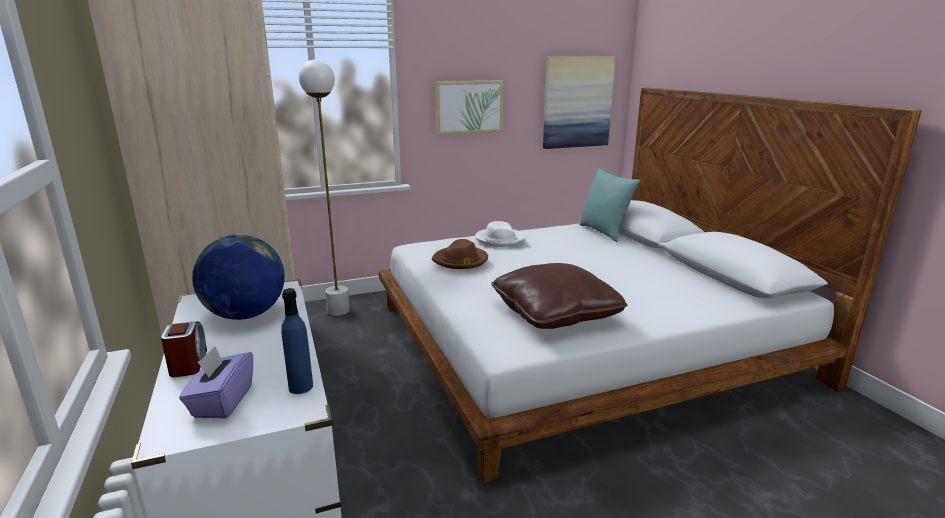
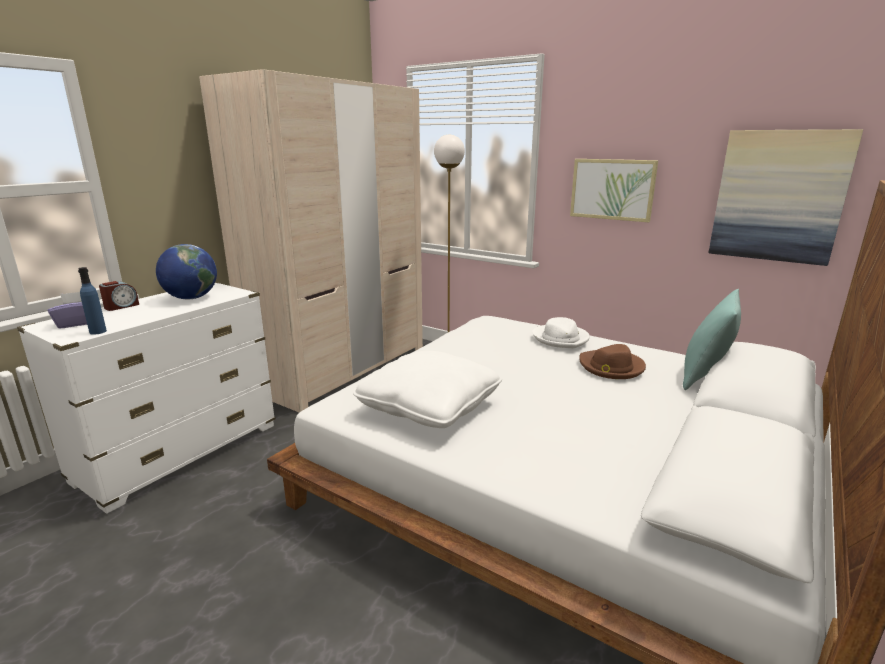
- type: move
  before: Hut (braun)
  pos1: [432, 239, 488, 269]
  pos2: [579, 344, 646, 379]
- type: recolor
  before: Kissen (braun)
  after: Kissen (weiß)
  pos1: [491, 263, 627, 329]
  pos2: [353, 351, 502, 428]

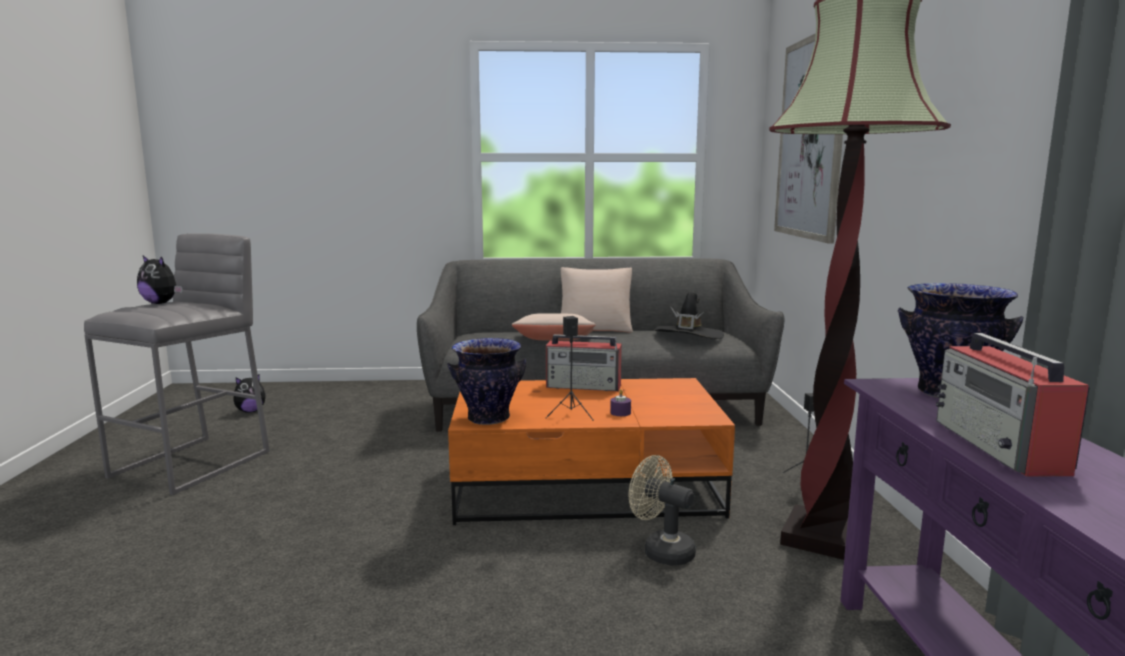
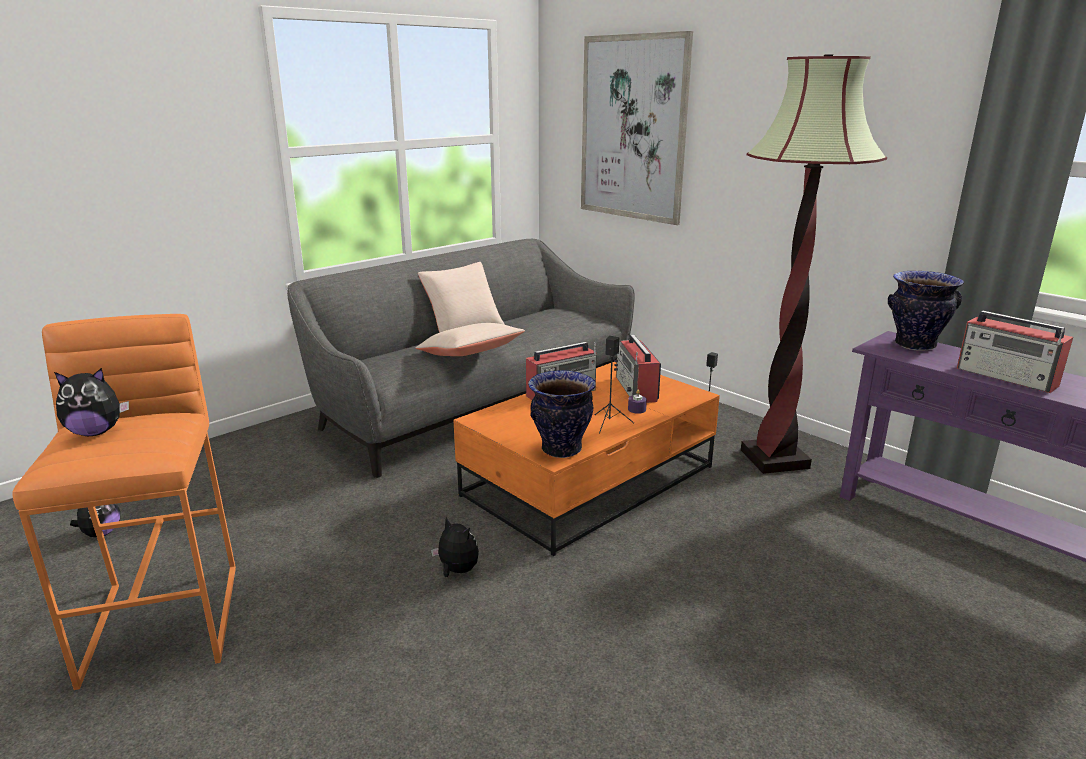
- type: delete
  before: Ventilator (beige)
  pos1: [629, 455, 696, 566]
- type: delete
  before: Hut (schwarz)
  pos1: [655, 291, 724, 339]
- type: insert
  after: Plüschtier
  pos2: [431, 517, 479, 577]
- type: insert
  after: Radio
  pos2: [614, 334, 661, 403]
- type: recolor
  before: Hocker (grau)
  after: Hocker (orange)
  pos1: [84, 233, 270, 495]
  pos2: [12, 314, 236, 690]

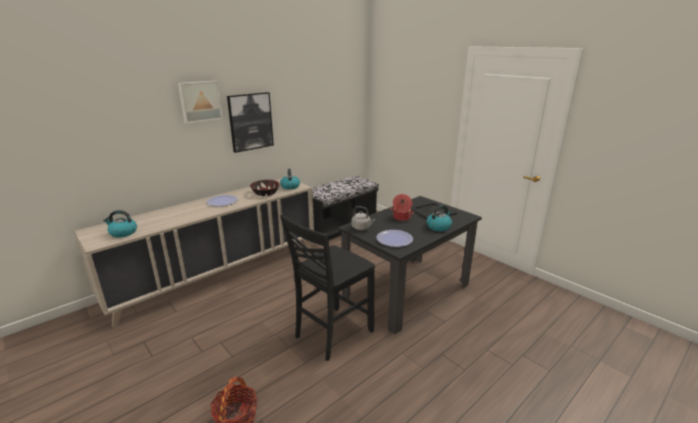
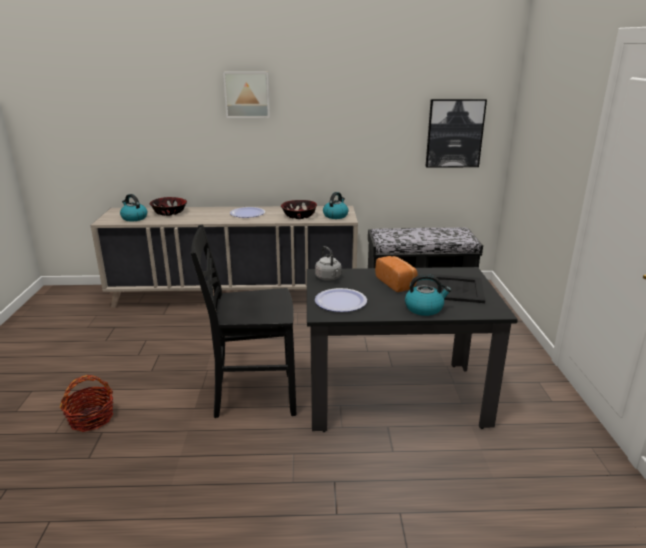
- type: insert
  after: Schüssel
  pos2: [149, 197, 187, 216]
- type: move
  before: Bild
  pos1: [227, 92, 274, 153]
  pos2: [425, 99, 487, 168]
- type: replace
  before: Kochtopf
  after: Brot
  pos1: [391, 194, 414, 221]
  pos2: [375, 256, 418, 292]

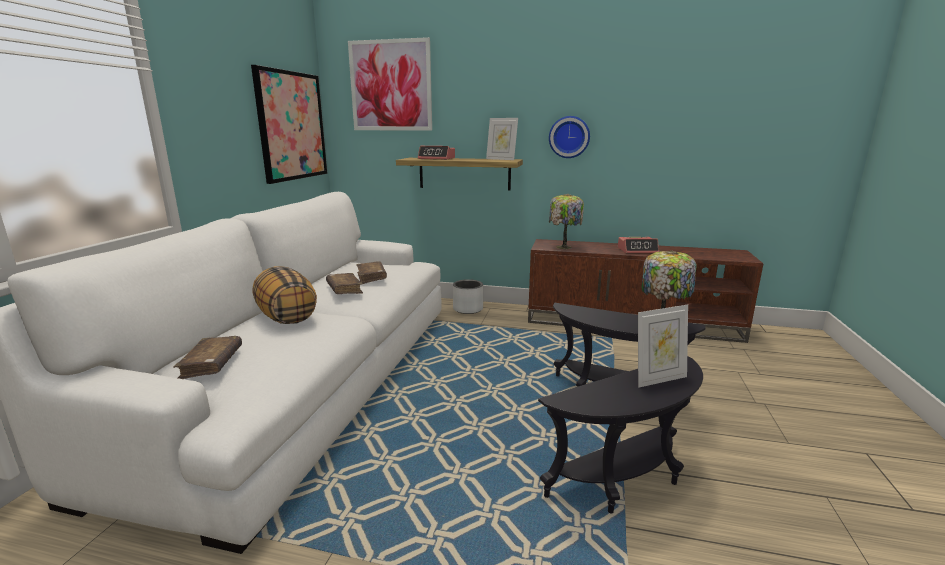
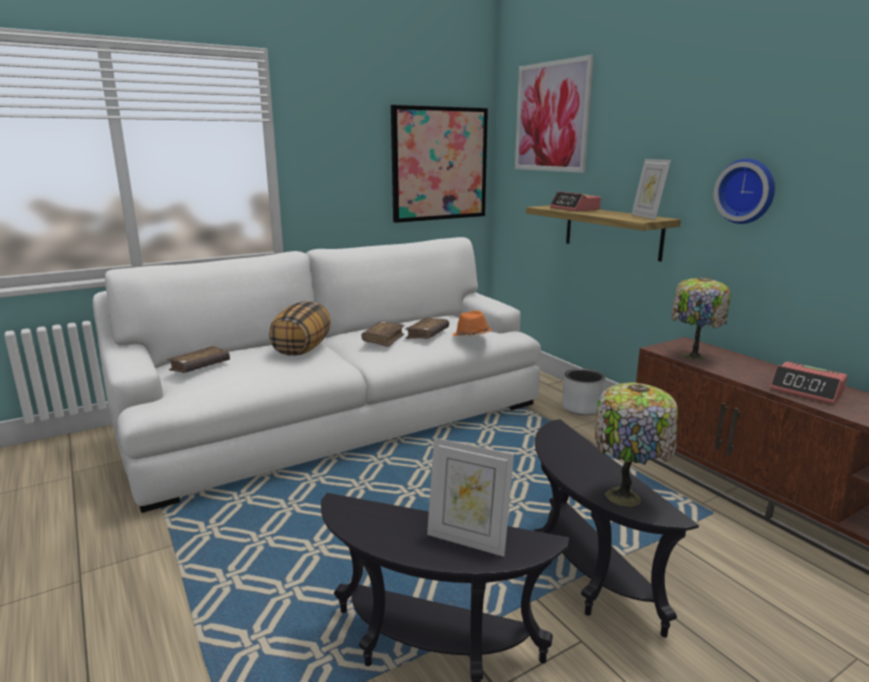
- type: insert
  after: Hut (orange)
  pos2: [452, 311, 492, 336]

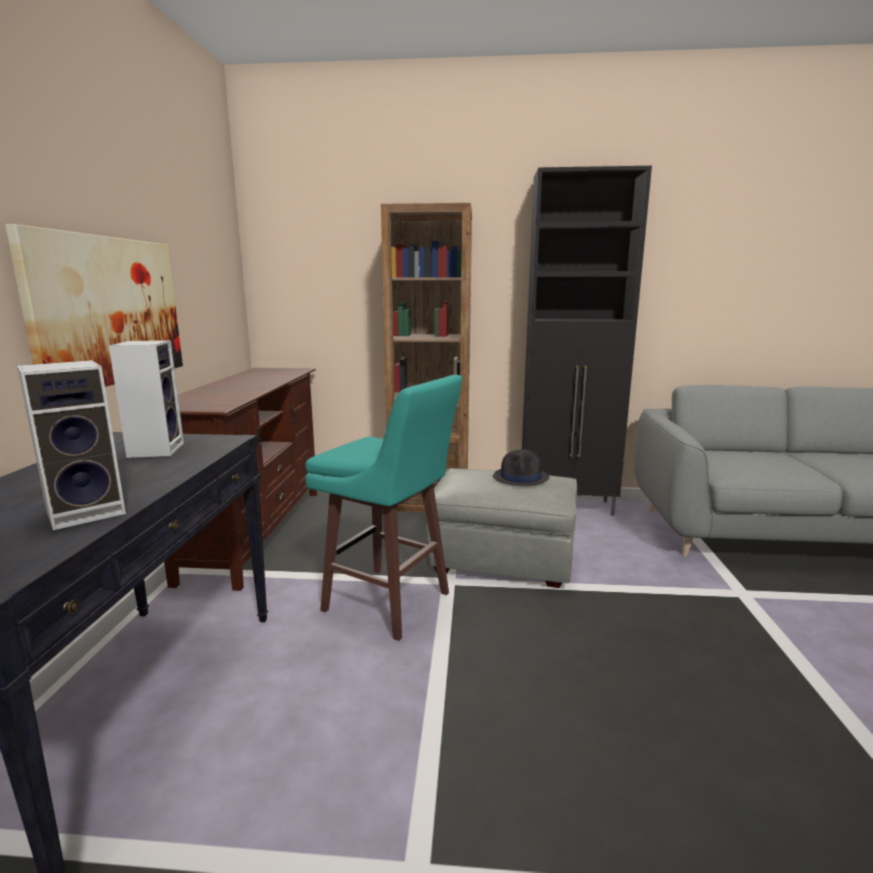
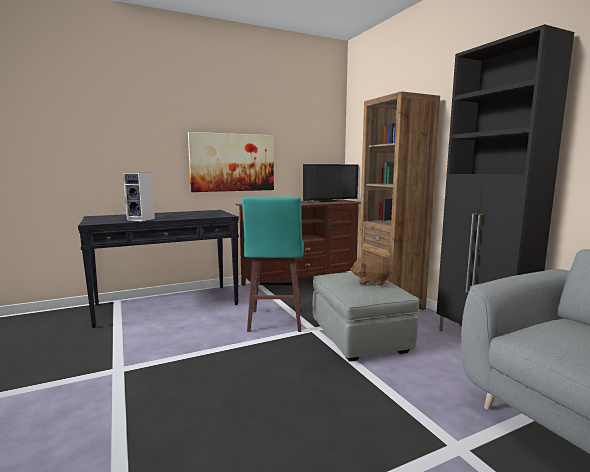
- type: delete
  before: Lautsprecher
  pos1: [109, 340, 184, 458]
- type: insert
  after: Fernseher
  pos2: [303, 164, 359, 202]
- type: replace
  before: Hut (schwarz)
  after: Plüschtier (braun)
  pos1: [493, 449, 550, 486]
  pos2: [350, 256, 391, 286]

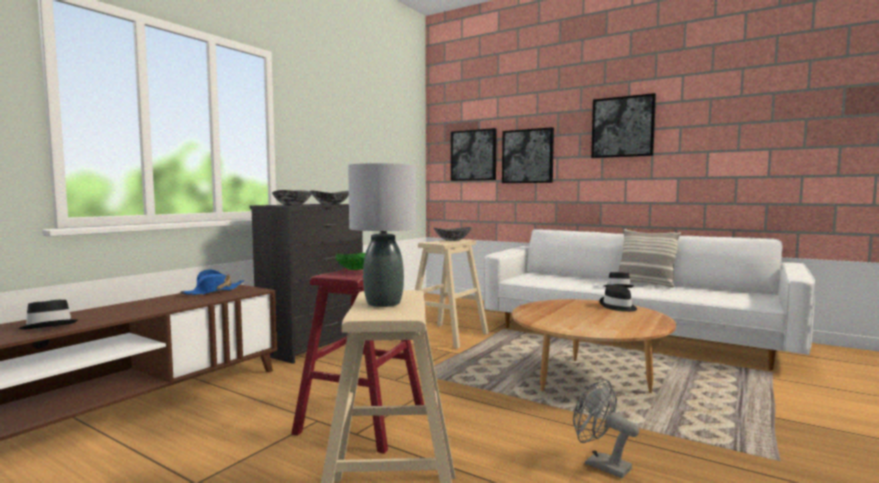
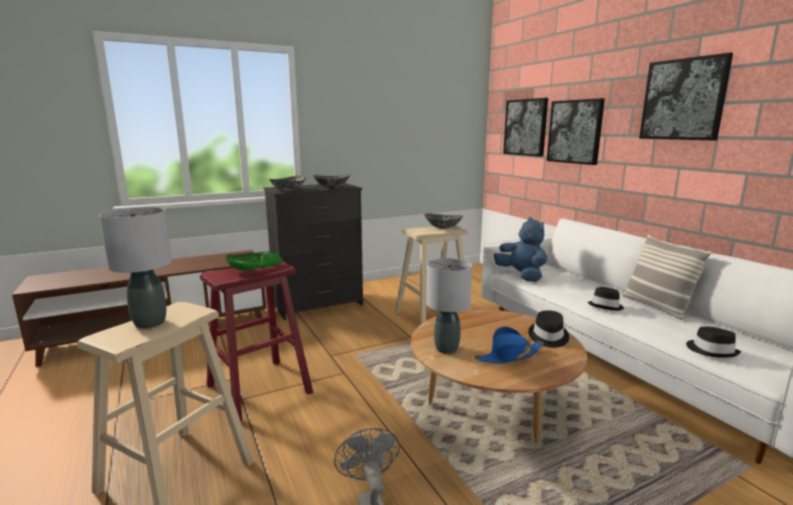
- type: insert
  after: Tischlampe (grau)
  pos2: [426, 258, 472, 354]
- type: insert
  after: Plüschtier (blau)
  pos2: [494, 217, 547, 282]
- type: move
  before: Hut (schwarz)
  pos1: [18, 300, 78, 330]
  pos2: [686, 327, 741, 358]
- type: move
  before: Hut (blau)
  pos1: [180, 269, 244, 295]
  pos2: [475, 326, 544, 364]

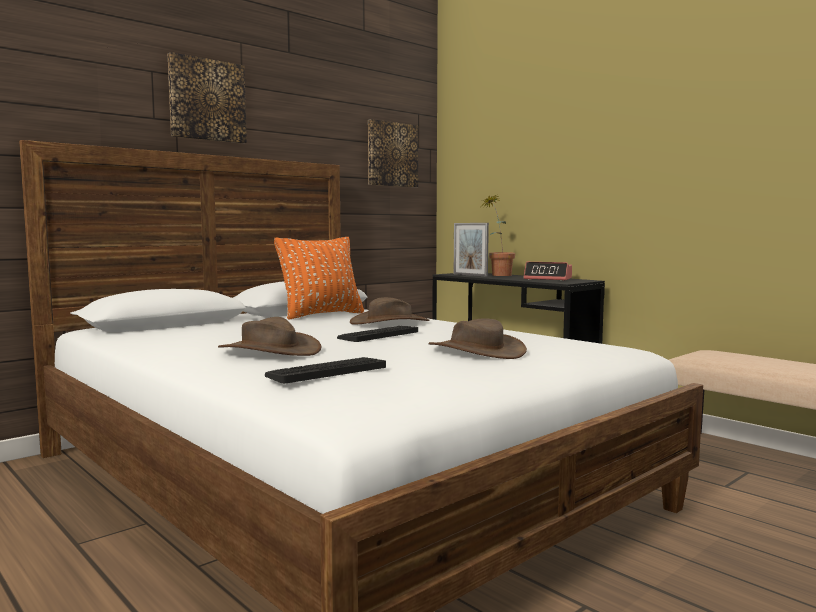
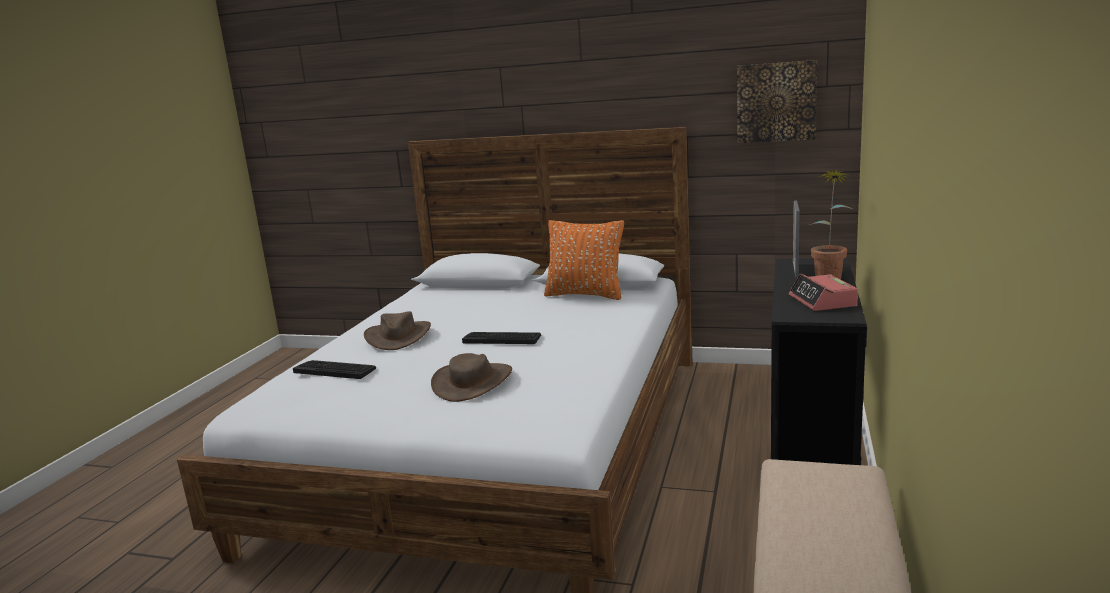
- type: delete
  before: Bild
  pos1: [168, 52, 247, 143]
- type: delete
  before: Hut (braun)
  pos1: [350, 297, 429, 325]

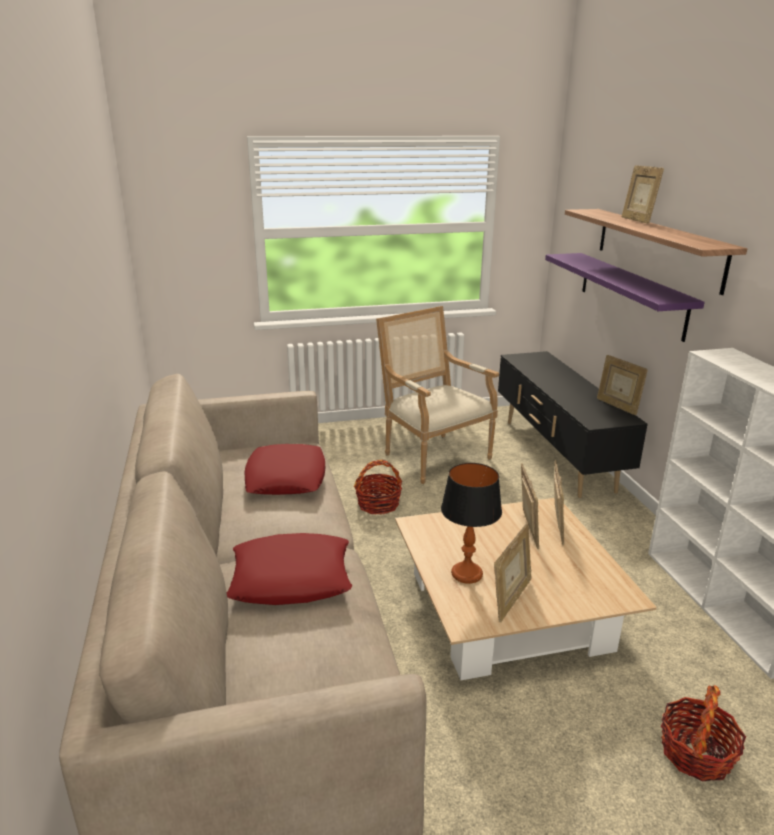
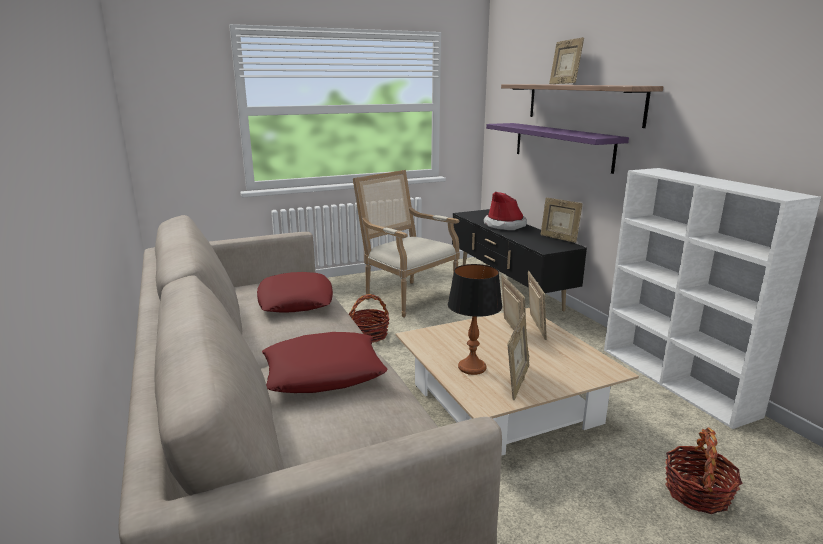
- type: insert
  after: Hut
  pos2: [484, 192, 527, 230]

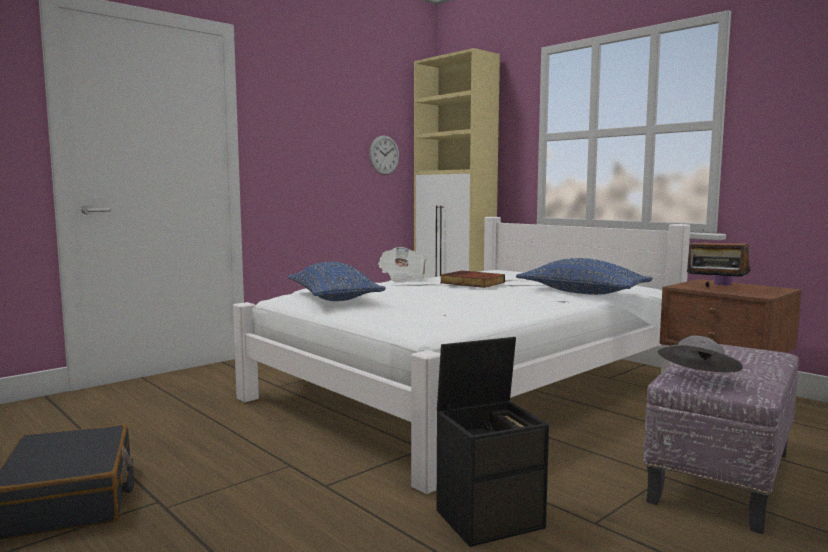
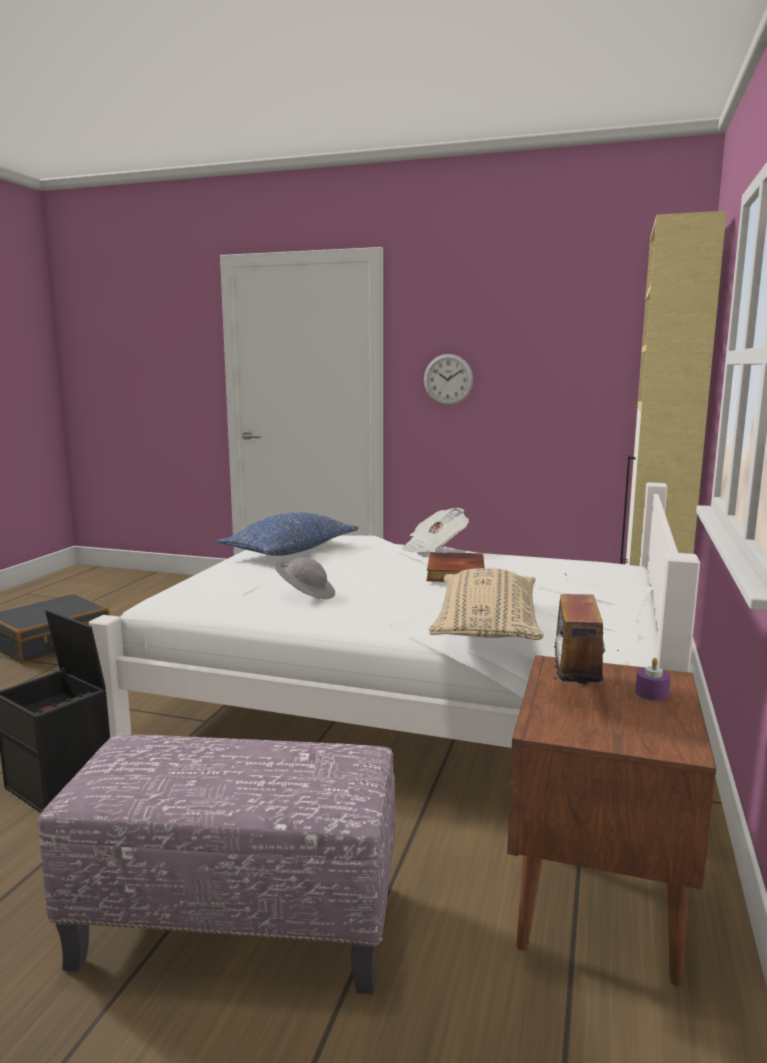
- type: move
  before: Wanduhr
  pos1: [369, 135, 399, 175]
  pos2: [424, 354, 473, 405]
- type: move
  before: Hut (grau)
  pos1: [658, 335, 743, 373]
  pos2: [274, 557, 335, 599]
- type: recolor
  before: Kissen (blau)
  after: Kissen (beige)
  pos1: [516, 258, 653, 295]
  pos2: [429, 568, 544, 640]

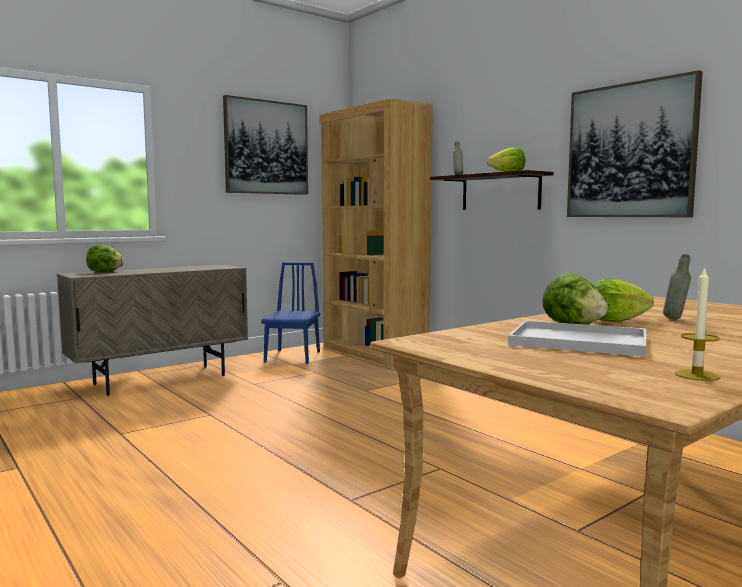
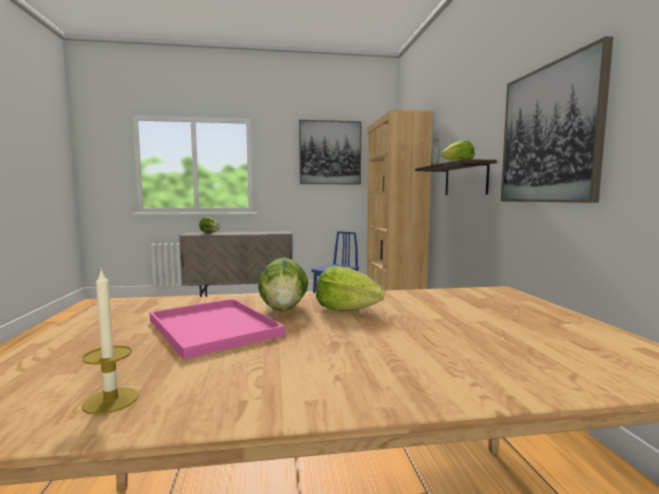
- type: delete
  before: Flasche (grau)
  pos1: [663, 254, 691, 319]
- type: recolor
  before: Tablett (weiß)
  after: Tablett (rosa)
  pos1: [508, 320, 646, 357]
  pos2: [150, 299, 285, 360]

